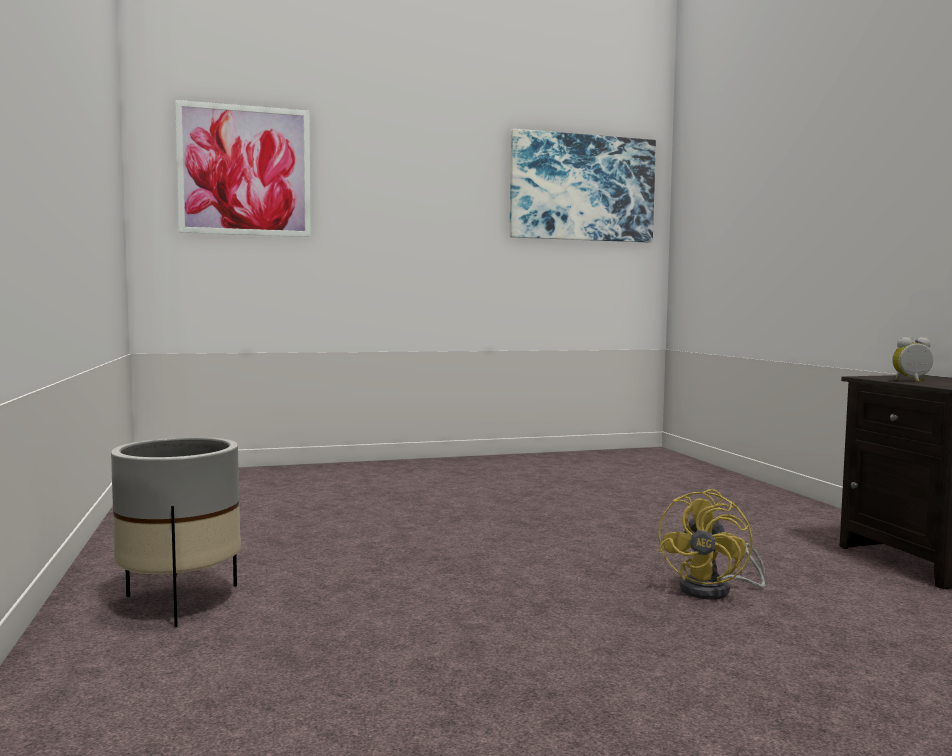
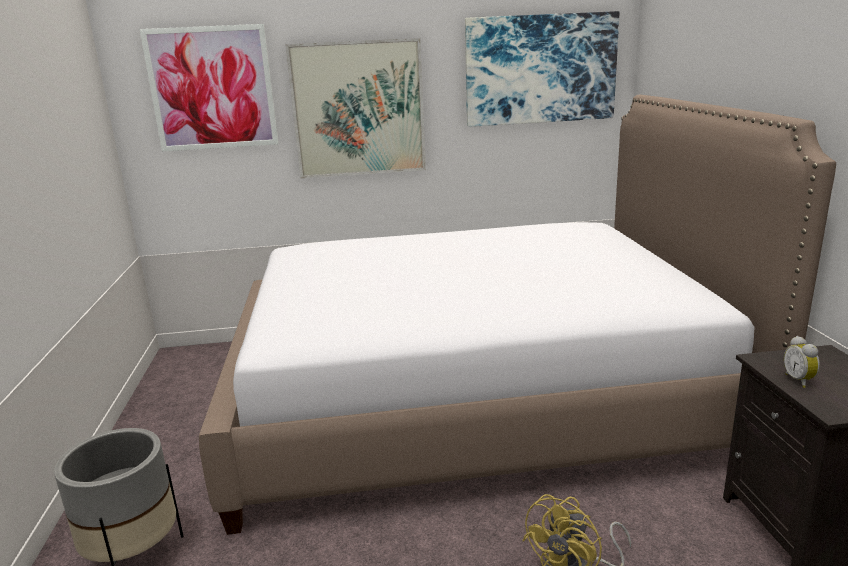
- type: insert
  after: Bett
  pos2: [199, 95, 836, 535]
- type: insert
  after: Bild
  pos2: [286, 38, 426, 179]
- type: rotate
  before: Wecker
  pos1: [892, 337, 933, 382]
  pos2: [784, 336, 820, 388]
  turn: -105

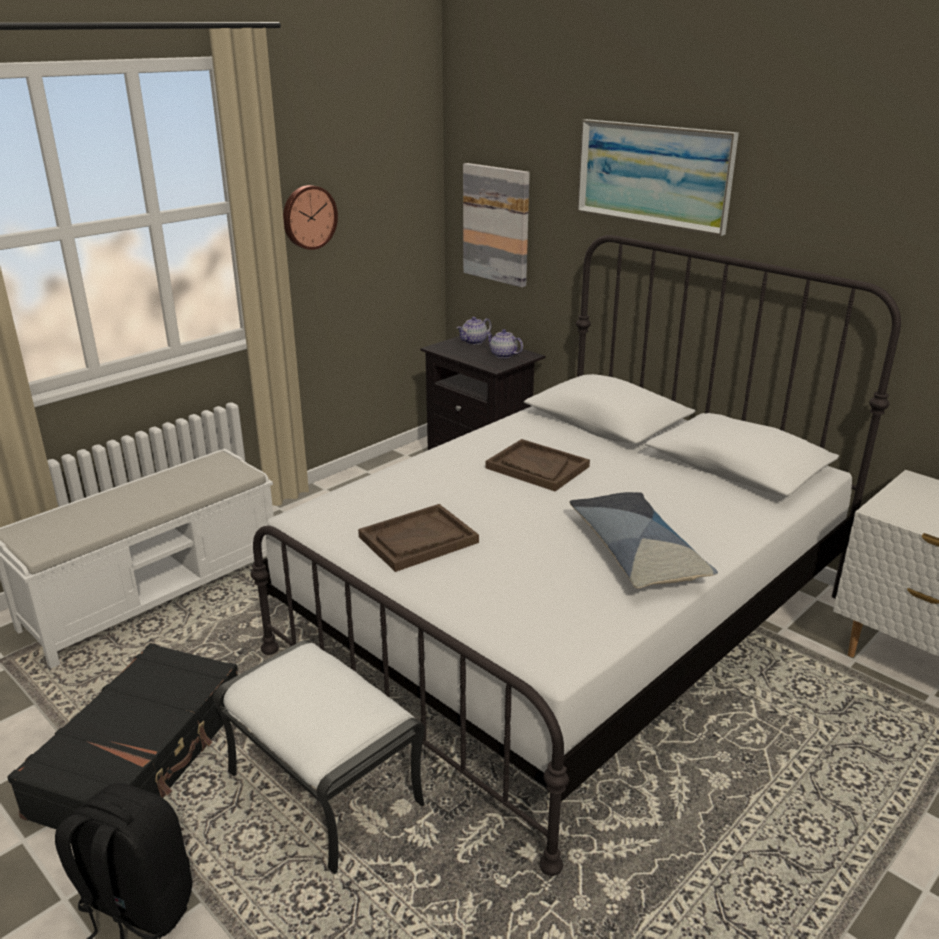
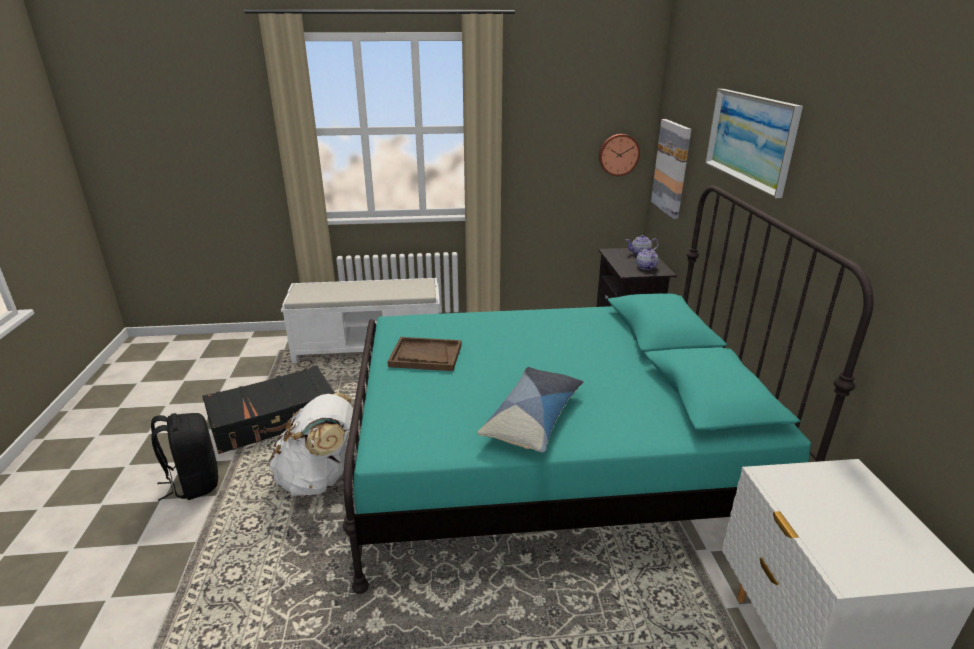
- type: delete
  before: Tablett (braun)
  pos1: [485, 439, 590, 491]
- type: move
  before: Wanduhr
  pos1: [283, 185, 338, 250]
  pos2: [599, 134, 640, 176]
- type: replace
  before: Polsterhocker (weiß)
  after: Rucksack (weiß)
  pos1: [213, 640, 425, 874]
  pos2: [269, 393, 353, 496]
- type: recolor
  before: Bett (weiß)
  after: Bett (türkis)
  pos1: [251, 235, 901, 876]
  pos2: [343, 185, 874, 594]

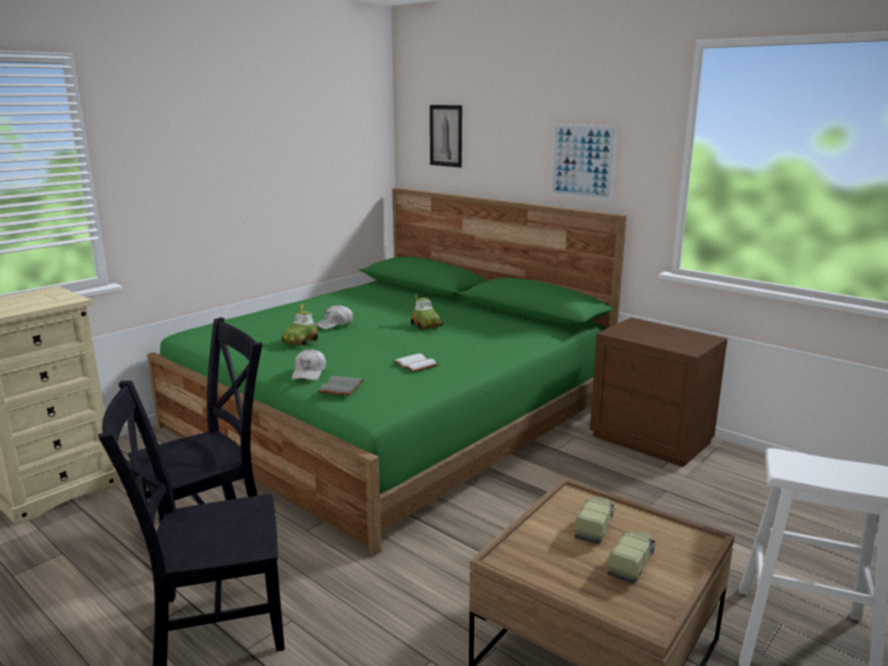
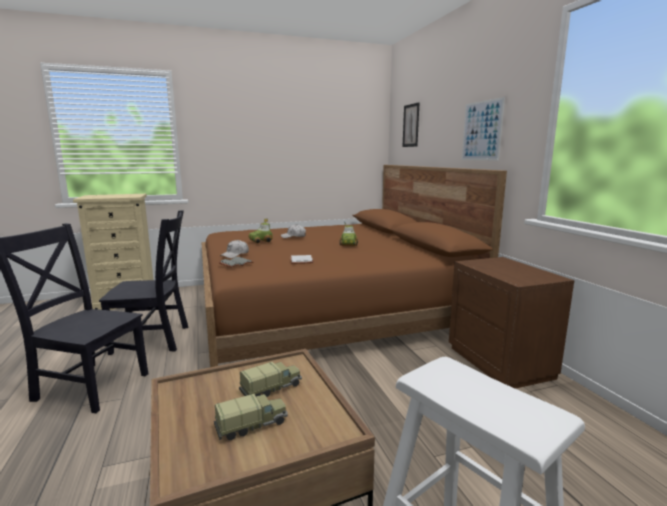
- type: recolor
  before: Bett (grün)
  after: Bett (braun)
  pos1: [147, 188, 627, 556]
  pos2: [202, 165, 507, 367]

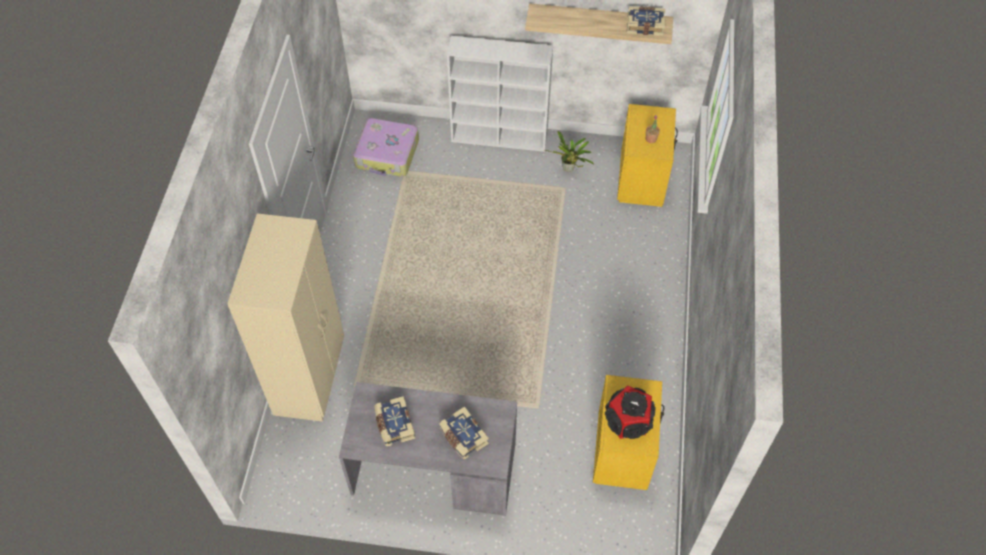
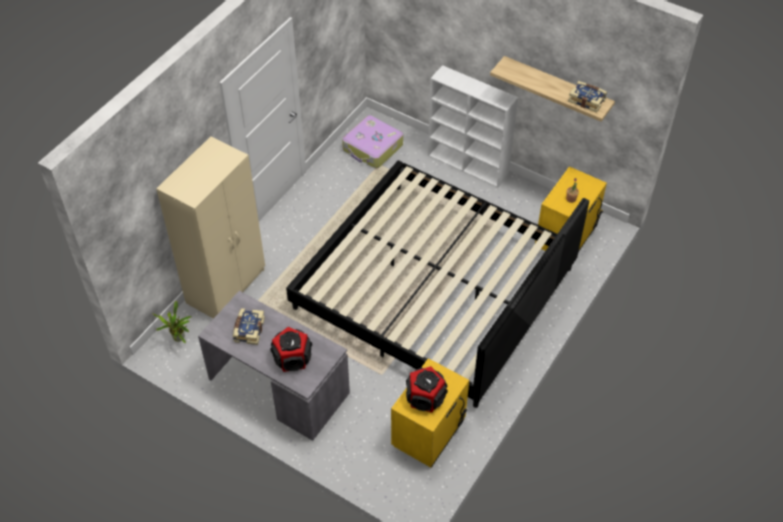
- type: insert
  after: Bett
  pos2: [286, 160, 589, 408]
- type: move
  before: Topfpflanze
  pos1: [545, 131, 594, 172]
  pos2: [152, 301, 191, 344]
- type: replace
  before: Buch
  after: Lautsprecher
  pos1: [440, 406, 489, 459]
  pos2: [270, 327, 312, 372]

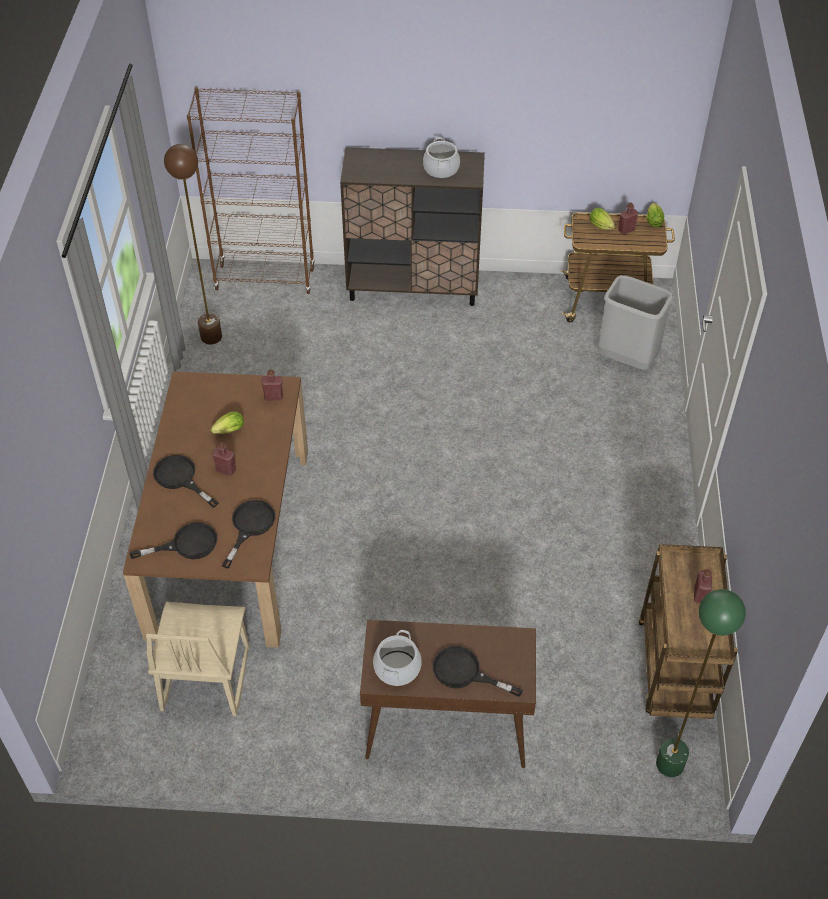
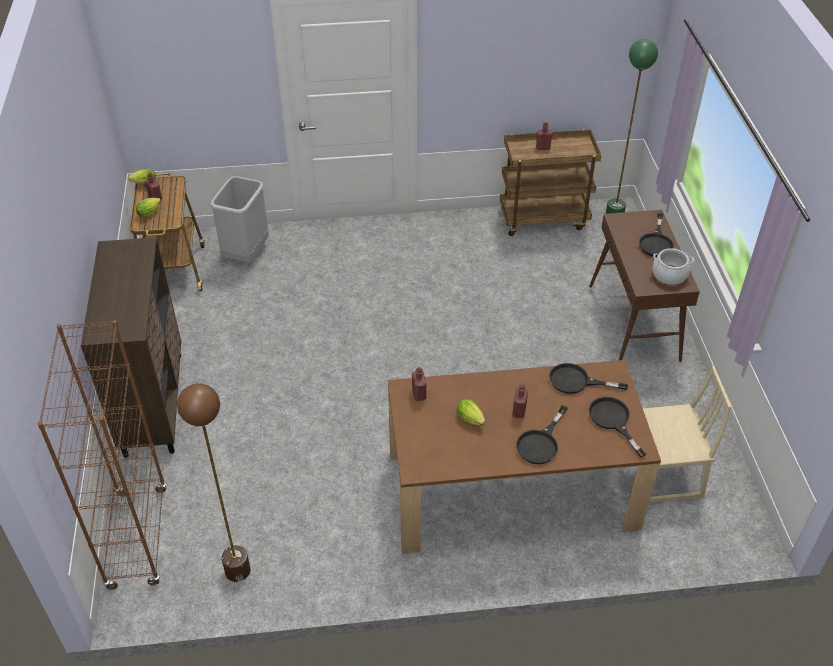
- type: delete
  before: Kochtopf
  pos1: [423, 137, 460, 178]

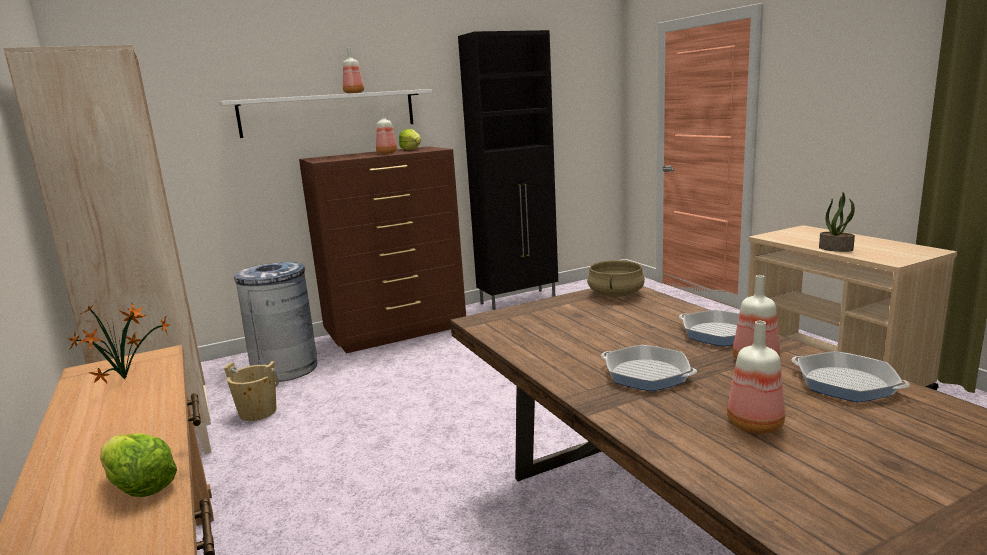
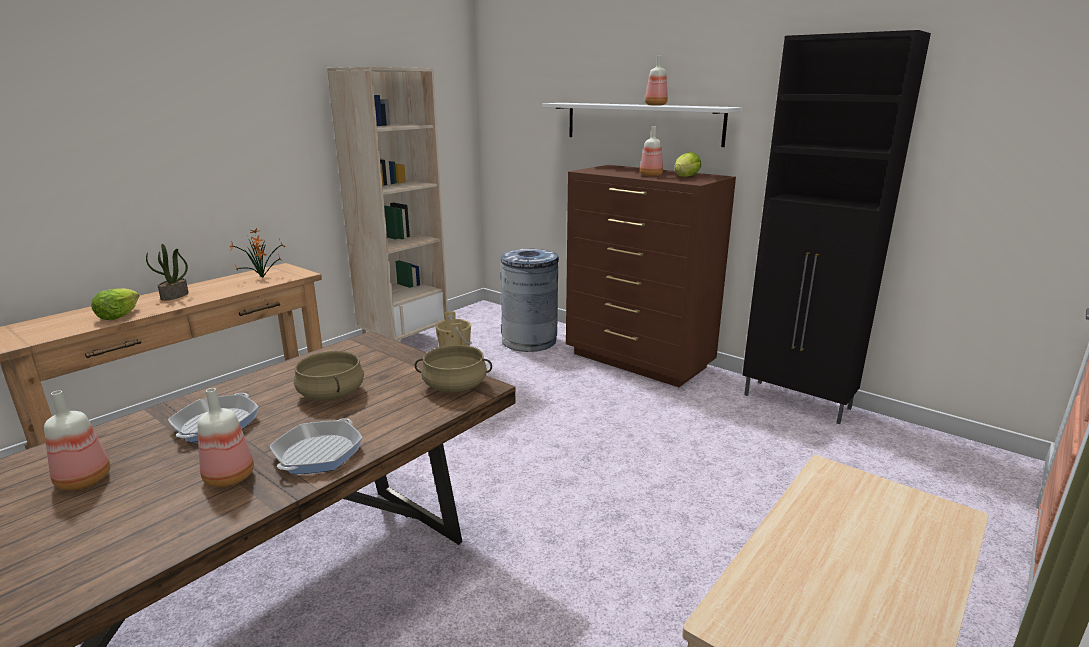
- type: delete
  before: Pfanne
  pos1: [791, 351, 910, 402]
- type: insert
  after: Kochtopf (beige)
  pos2: [294, 351, 364, 401]
- type: move
  before: Topfpflanze
  pos1: [819, 193, 855, 252]
  pos2: [146, 244, 189, 301]

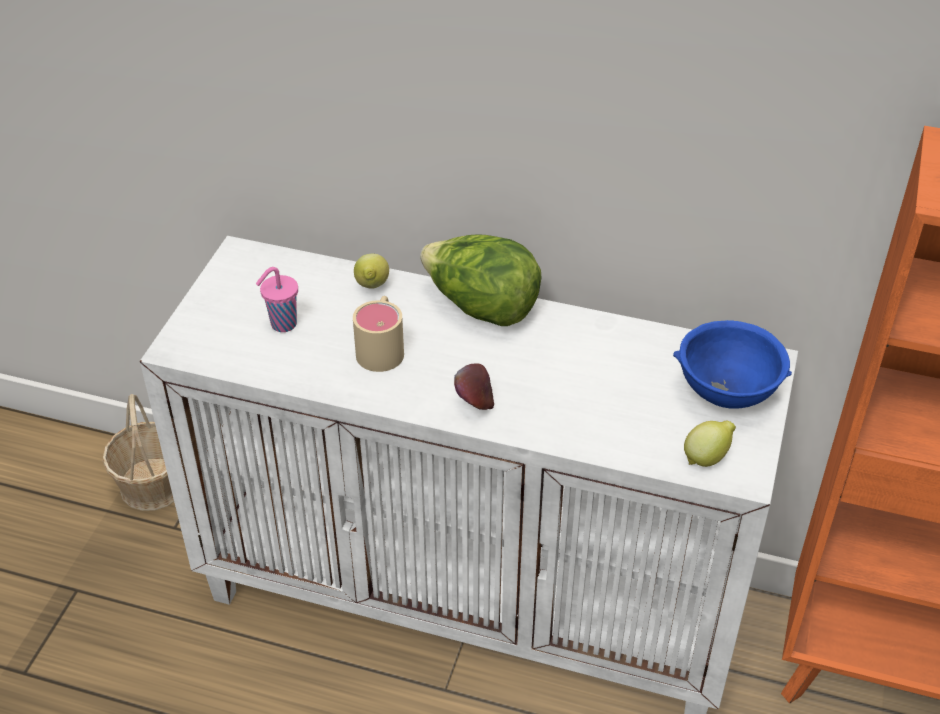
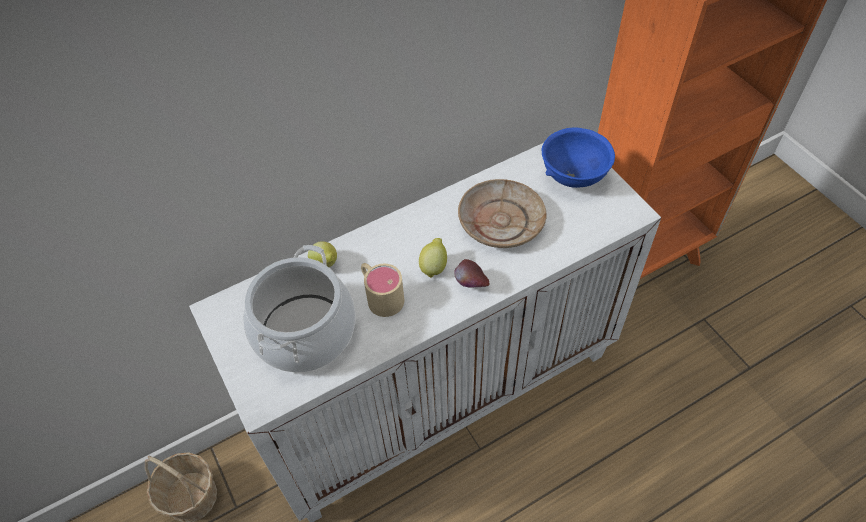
- type: delete
  before: Salatkopf
  pos1: [420, 234, 542, 326]
- type: insert
  after: Teller (beige)
  pos2: [458, 179, 547, 248]
- type: move
  before: Zitrone
  pos1: [684, 421, 736, 467]
  pos2: [419, 238, 447, 278]
- type: replace
  before: Tasse (rosa)
  after: Kochtopf
  pos1: [256, 267, 298, 332]
  pos2: [243, 245, 356, 373]

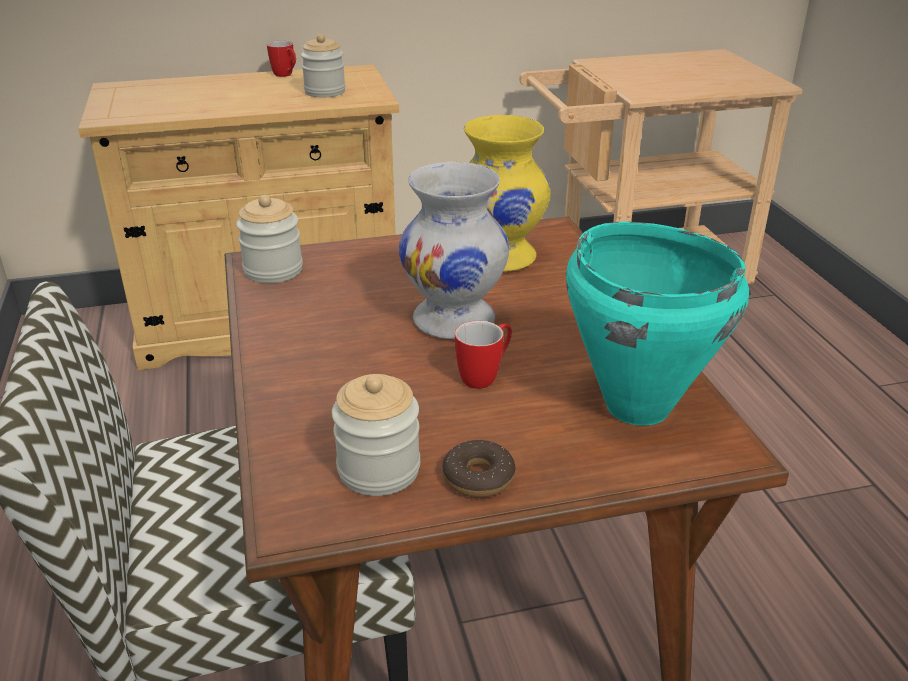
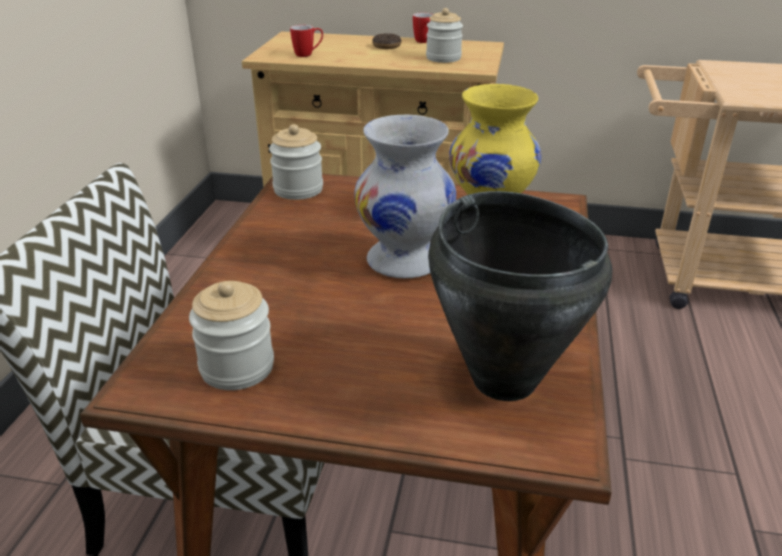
- type: move
  before: Donut
  pos1: [442, 439, 515, 498]
  pos2: [372, 33, 401, 49]
- type: move
  before: Henkelbecher
  pos1: [455, 321, 512, 389]
  pos2: [290, 25, 323, 57]
- type: recolor
  before: Kochtopf (türkis)
  after: Kochtopf (schwarz)
  pos1: [566, 222, 749, 426]
  pos2: [428, 191, 612, 401]

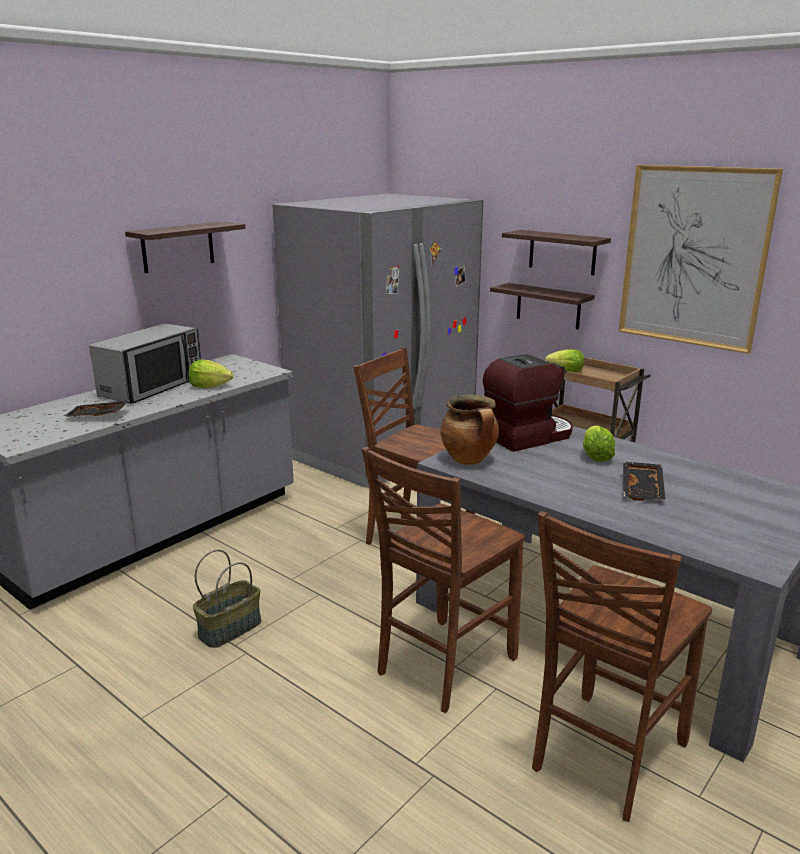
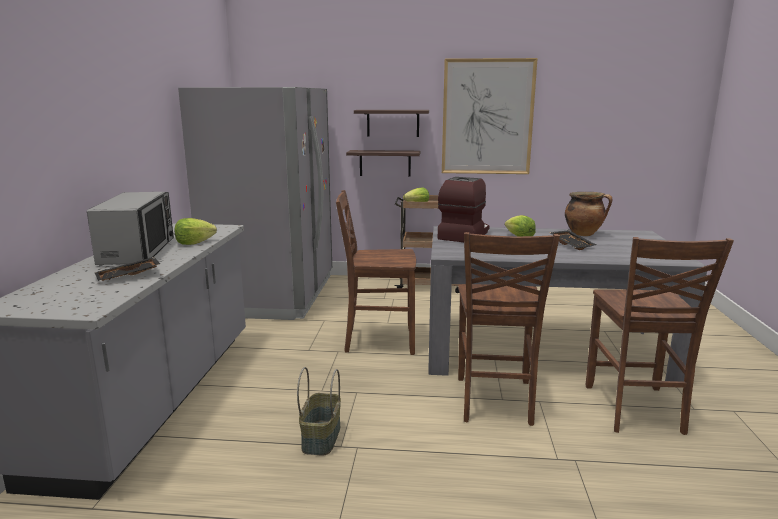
- type: delete
  before: Wandregal
  pos1: [125, 221, 246, 273]
- type: move
  before: Kochtopf
  pos1: [440, 394, 499, 465]
  pos2: [565, 192, 613, 236]

